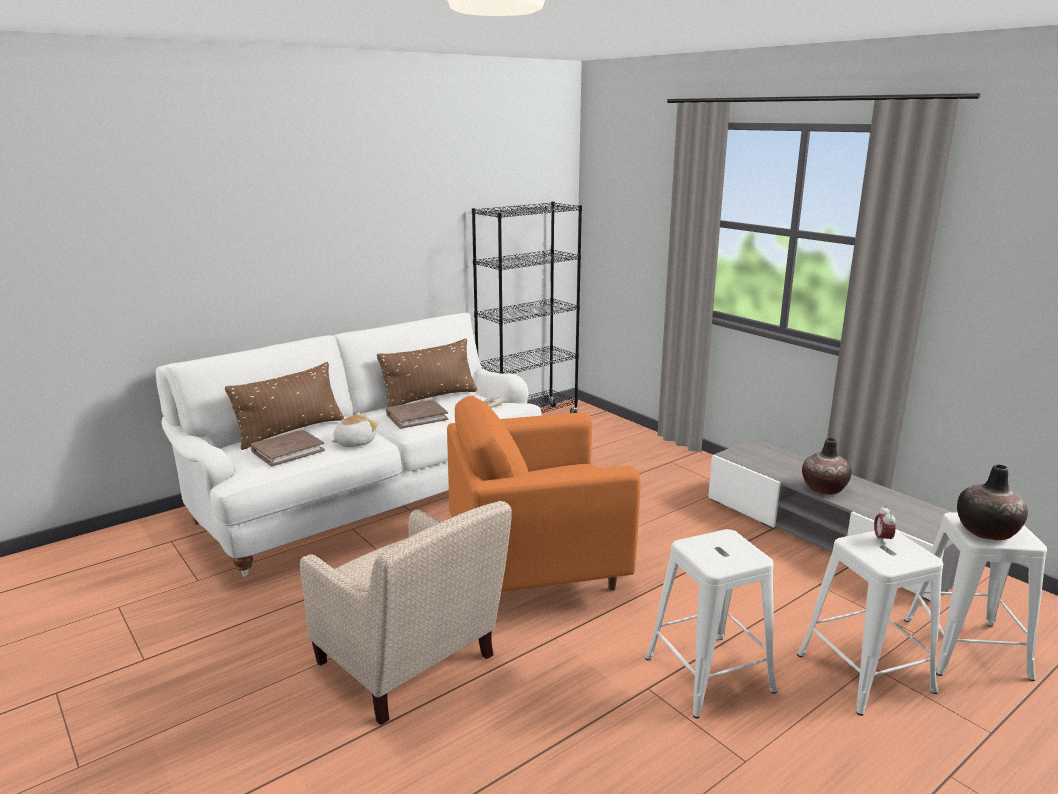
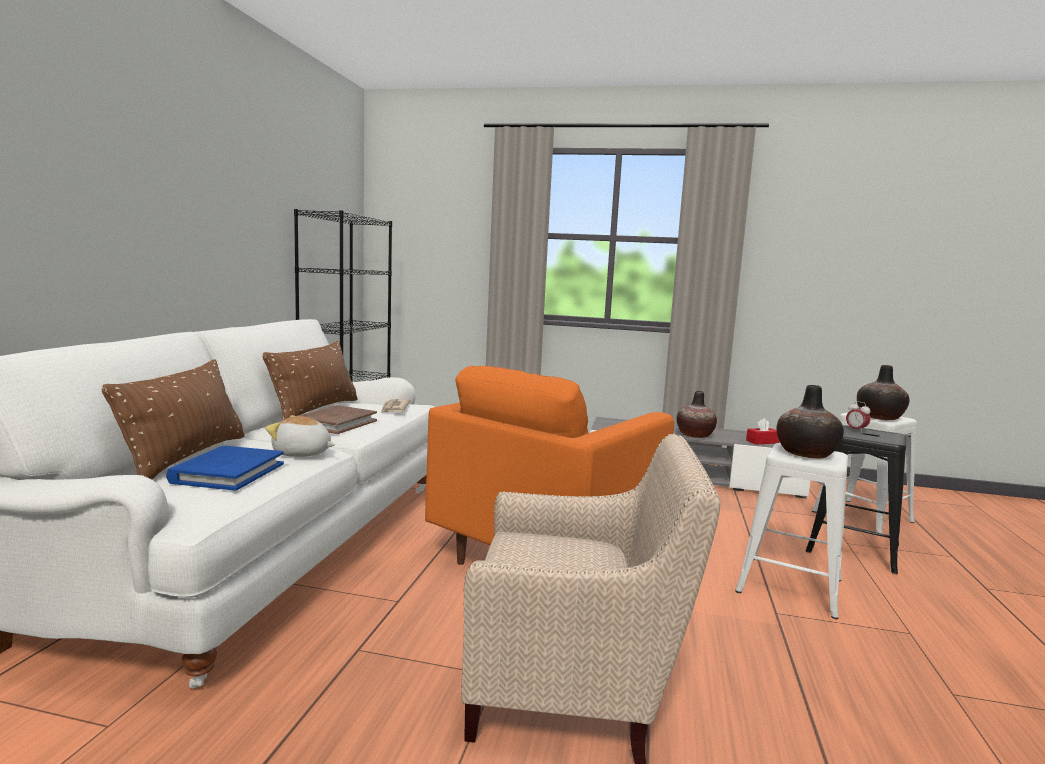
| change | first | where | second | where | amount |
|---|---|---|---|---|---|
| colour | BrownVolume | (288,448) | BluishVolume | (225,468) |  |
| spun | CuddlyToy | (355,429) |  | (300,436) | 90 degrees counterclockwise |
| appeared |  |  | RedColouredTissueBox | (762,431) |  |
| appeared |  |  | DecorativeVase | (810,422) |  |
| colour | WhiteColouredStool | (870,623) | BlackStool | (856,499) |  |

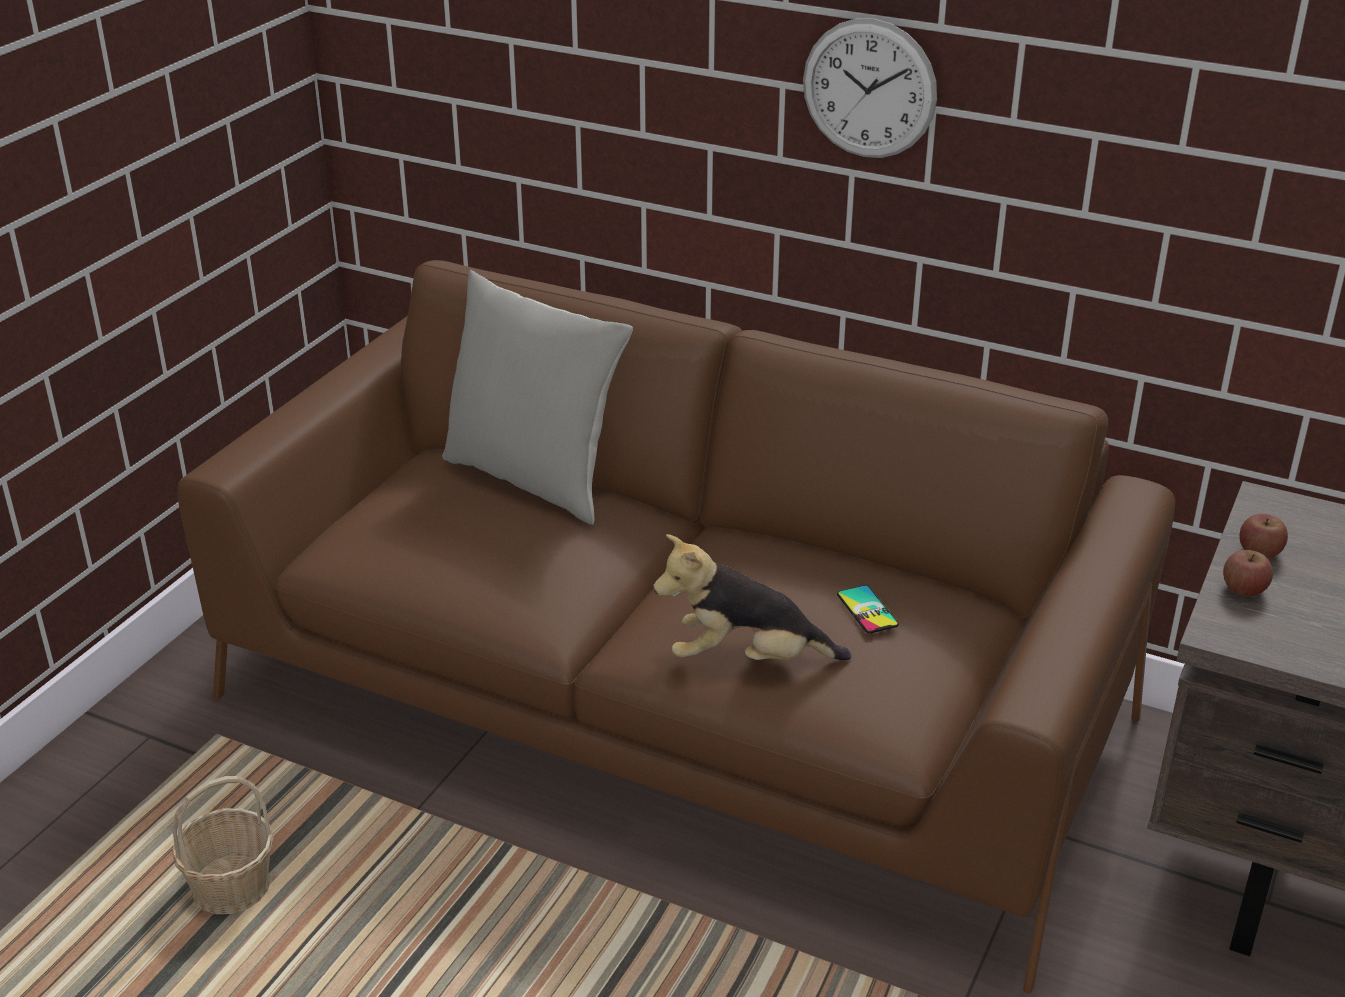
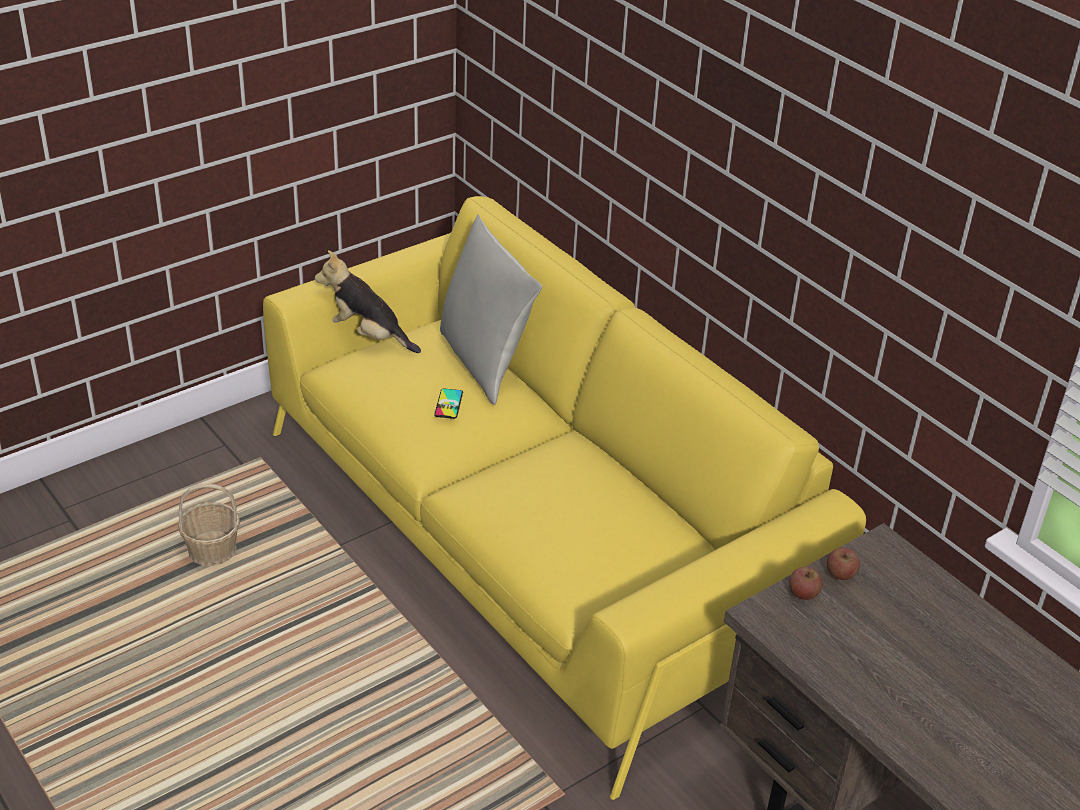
| change | first | where | second | where | amount |
|---|---|---|---|---|---|
| colour | BrownSofa | (676,627) | YellowSofa | (564,498) |  |
| relocated | CuddlyToy | (752,597) |  | (368,301) |  |
| relocated | Telephone | (868,609) |  | (448,403) |  |
| missing | WallClock | (870,88) |  |  |  |

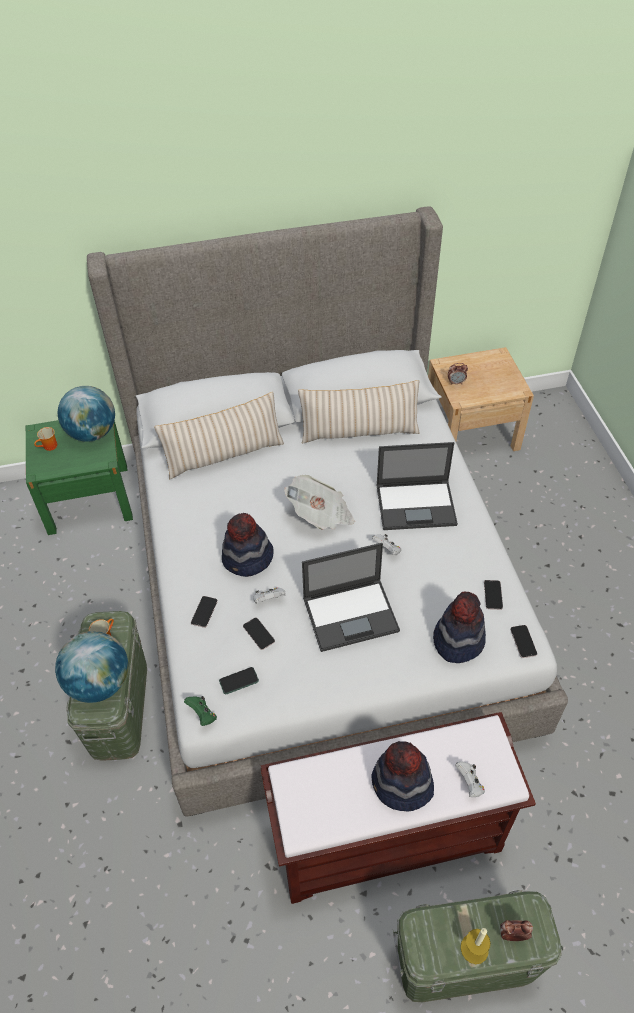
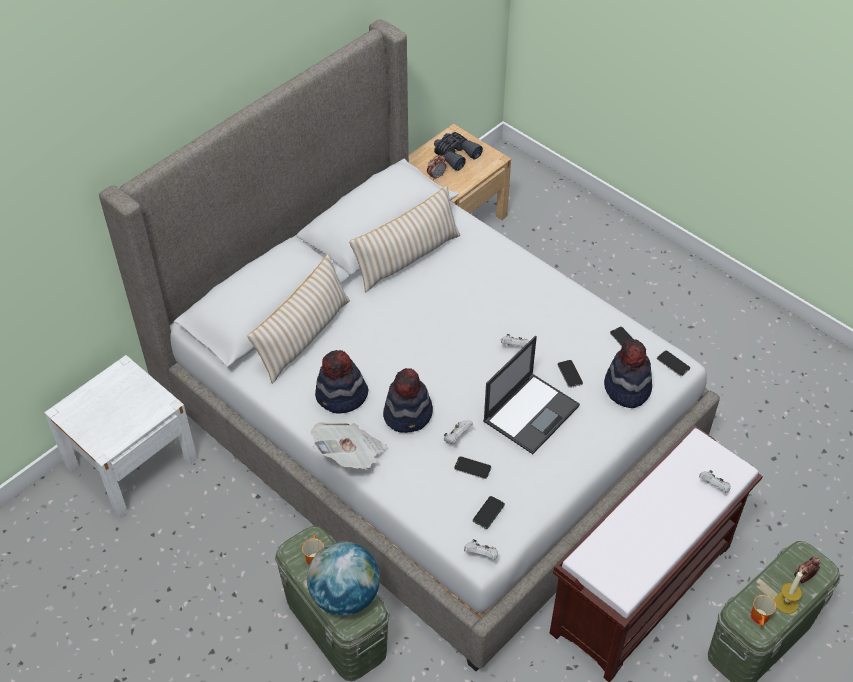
| change | first | where | second | where | amount |
|---|---|---|---|---|---|
| colour | GreenNightstand | (79,477) | WhiteColouredNightstand | (120,436) |  |
| relocated | DailyPaper | (319,502) |  | (349,446) |  |
| relocated | Hat | (402,776) |  | (341,382) |  |
| appeared |  |  | GrayPairOfBinoculars | (458,151) |  |
| colour | GreenGameController | (200,711) | WhiteColouredGameController | (481,549) |  |
| relocated | Telephone | (204,612) |  | (570,374) |  |
| relocated | TeaMug | (45,439) |  | (763,611) |  |
| missing | Globe | (86,414) |  |  |  |
| missing | Laptop | (417,486) |  |  |  |

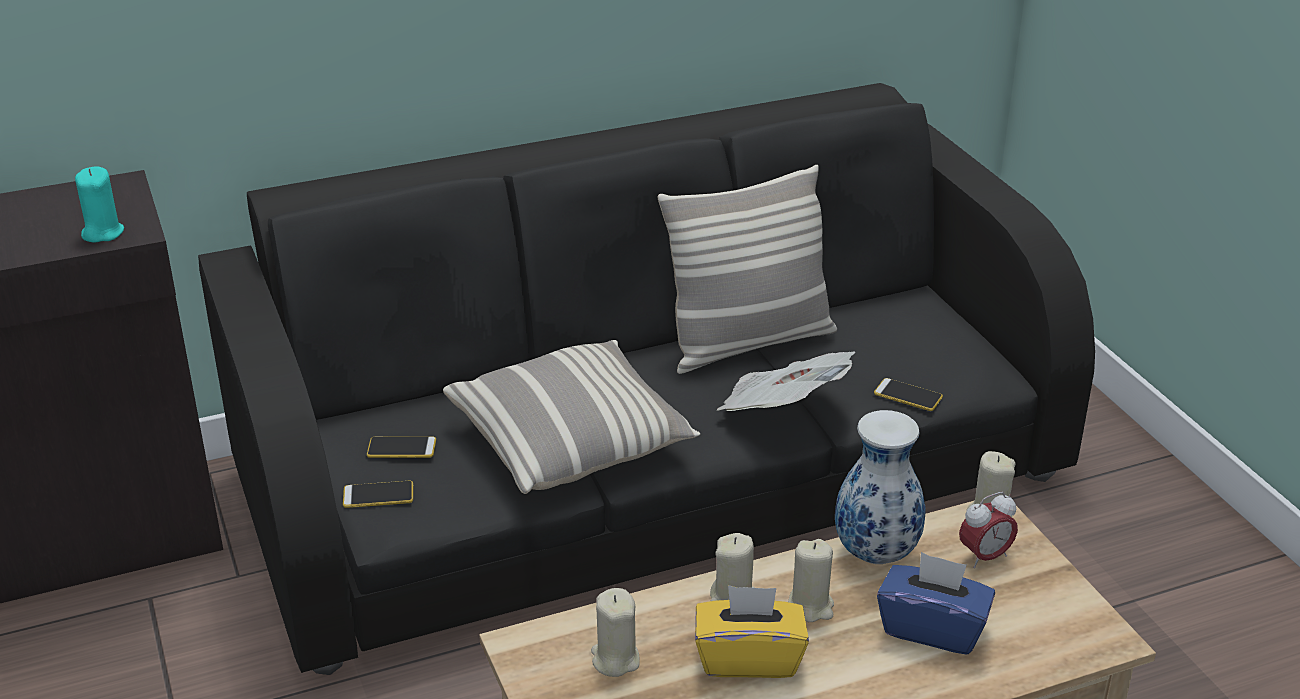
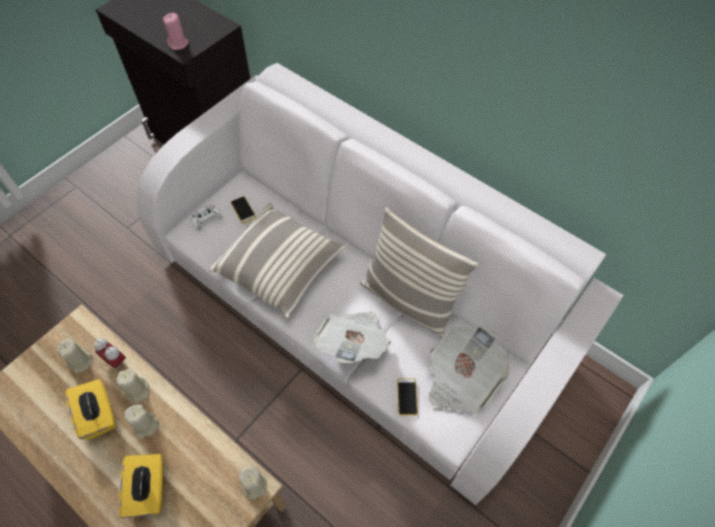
| change | first | where | second | where | amount |
|---|---|---|---|---|---|
| relocated | BedsideClock | (988,530) |  | (110,354) |  |
| colour | BluishTissueBox | (936,603) | YellowTissueBox | (141,486) |  |
| colour | BlackSofa | (646,379) | WhiteColouredSofa | (379,284) |  |
| colour | BlueGreenCandle | (99,204) | PinkishCandle | (176,31) |  |
| exchanged | Telephone | (378,494) | WhiteColouredGameController | (207,218) |  |
| appeared |  |  | DailyPaper | (468,370) |  |
| missing | DecorativeVase | (880,487) |  |  |  |

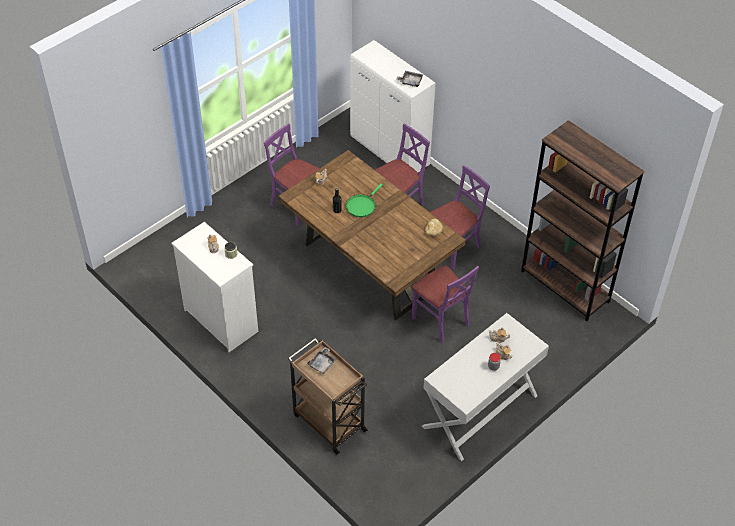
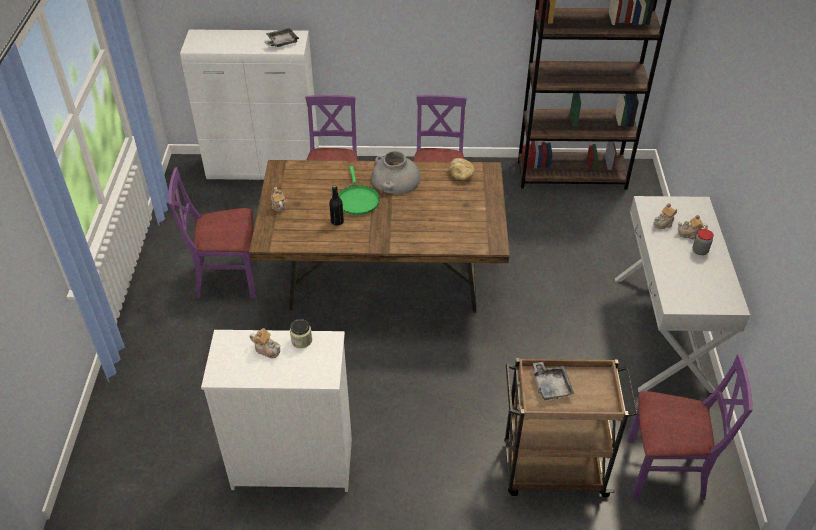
| change | first | where | second | where | amount |
|---|---|---|---|---|---|
| appeared |  |  | GrayDecorativeVase | (396,172) |  |
| relocated | PurplishPlainChair | (445,304) |  | (690,427) |  |

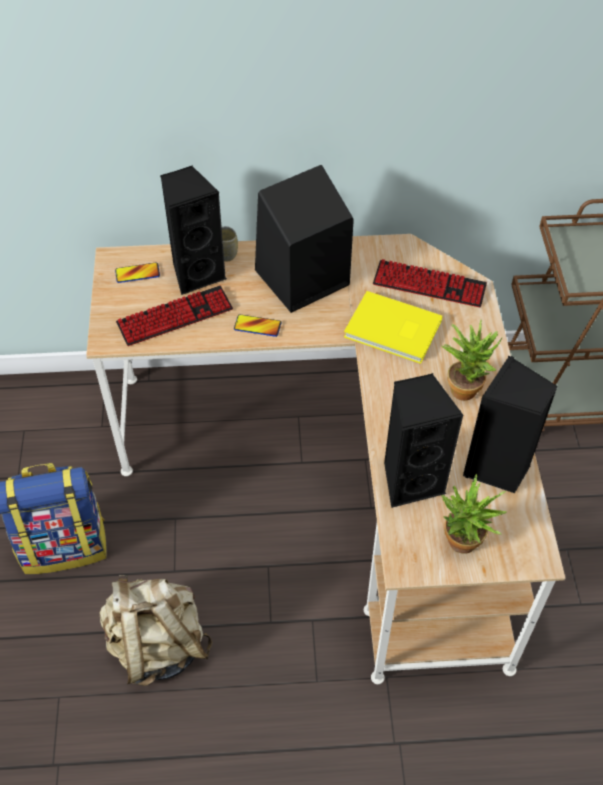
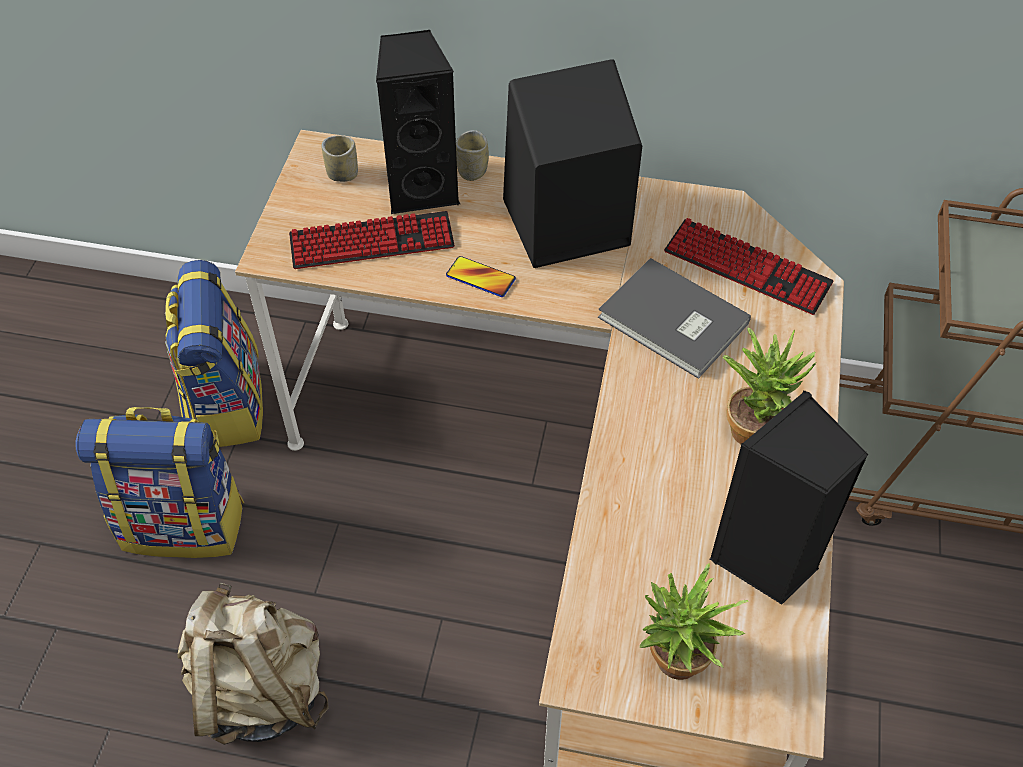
| change | first | where | second | where | amount |
|---|---|---|---|---|---|
| appeared |  |  | Knapsack | (214,353) |  |
| exchanged | Telephone | (137,273) | DrinkingCup | (340,159) |  |
| colour | YellowVolume | (393,327) | GrayVolume | (674,318) |  |
| missing | BlackSpeaker | (424,440) |  |  |  |

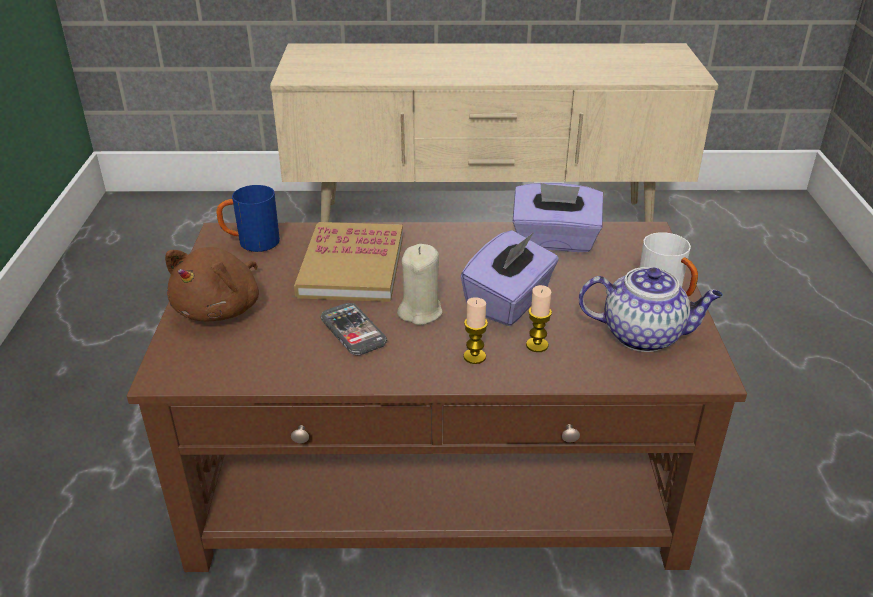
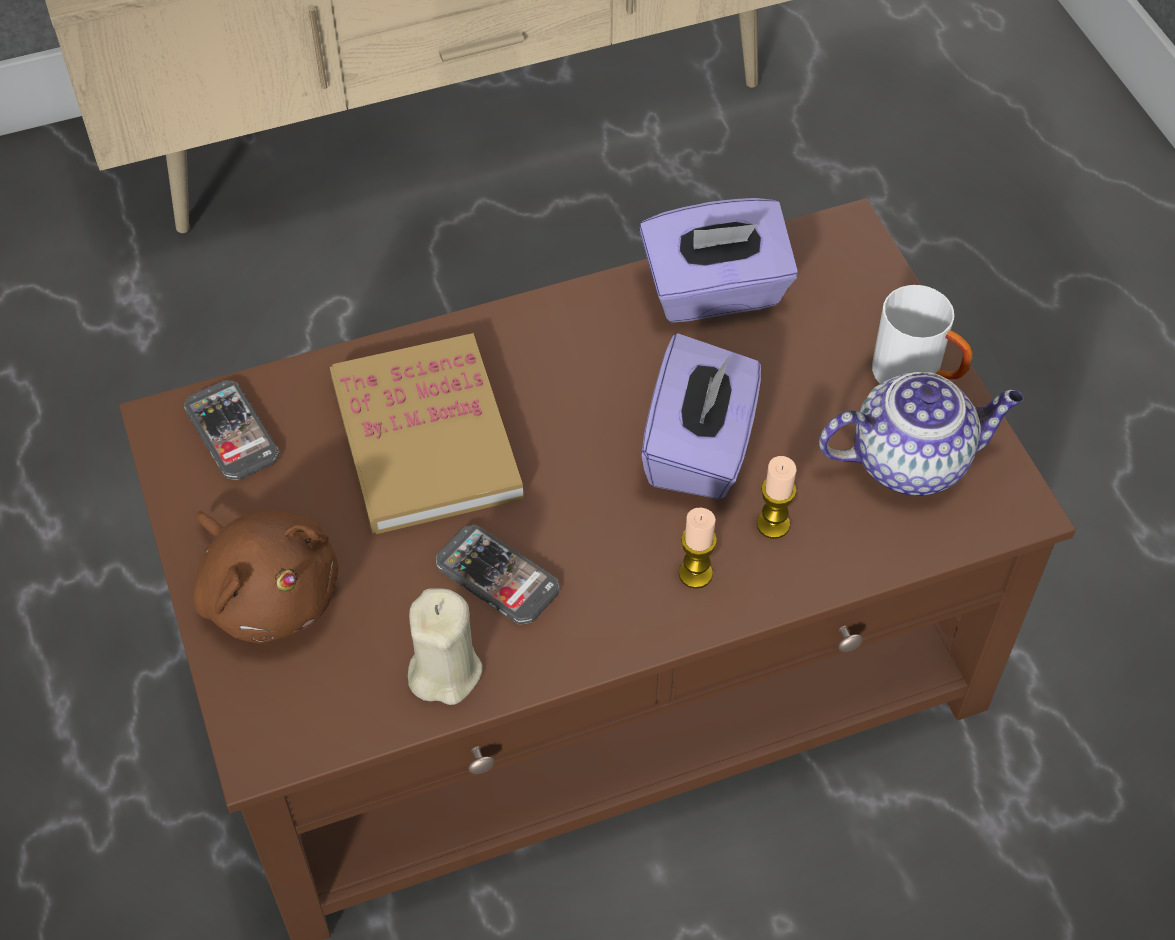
| change | first | where | second | where | amount |
|---|---|---|---|---|---|
| exchanged | BluishTeaMug | (248,218) | Telephone | (232,430) |  |
| spun | BrownCuddlyToy | (212,284) |  | (265,577) | 45 degrees counterclockwise |
| relocated | SandColouredCandle | (420,284) |  | (445,646) |  |

